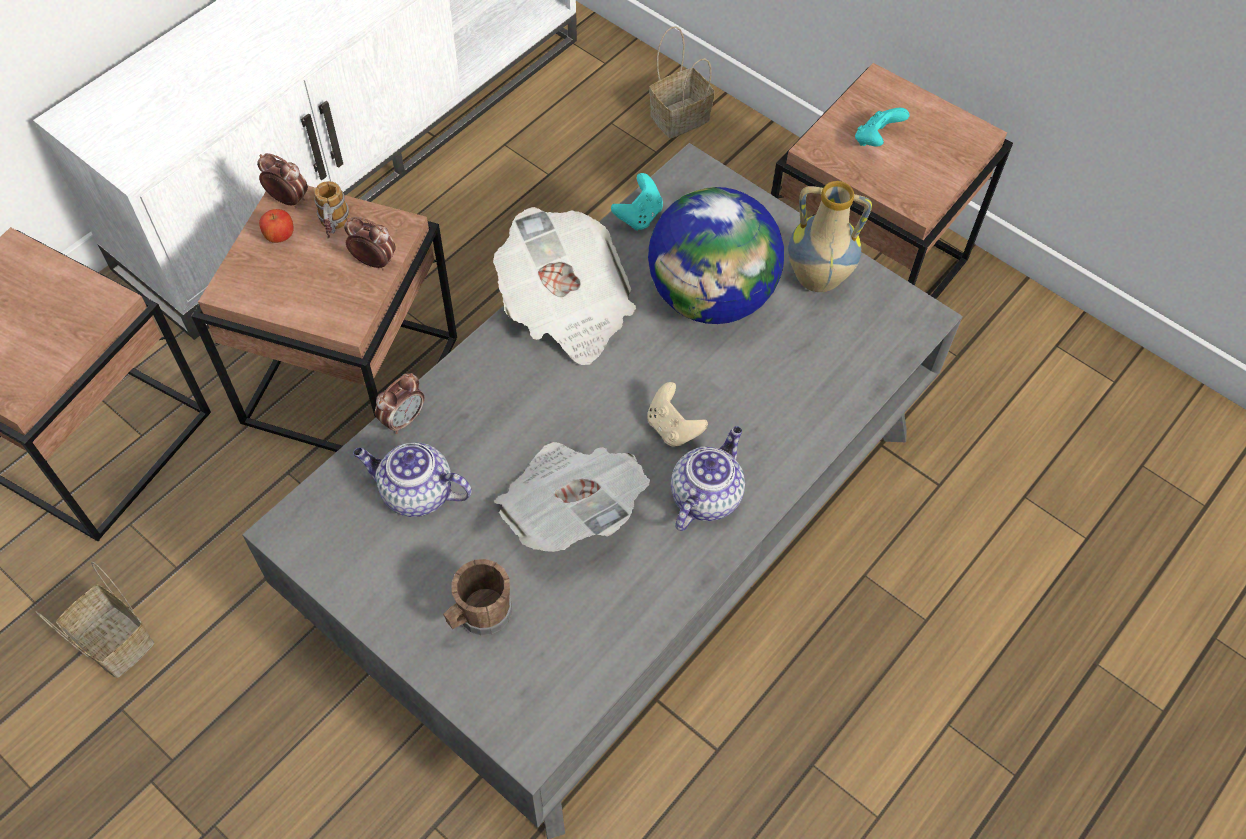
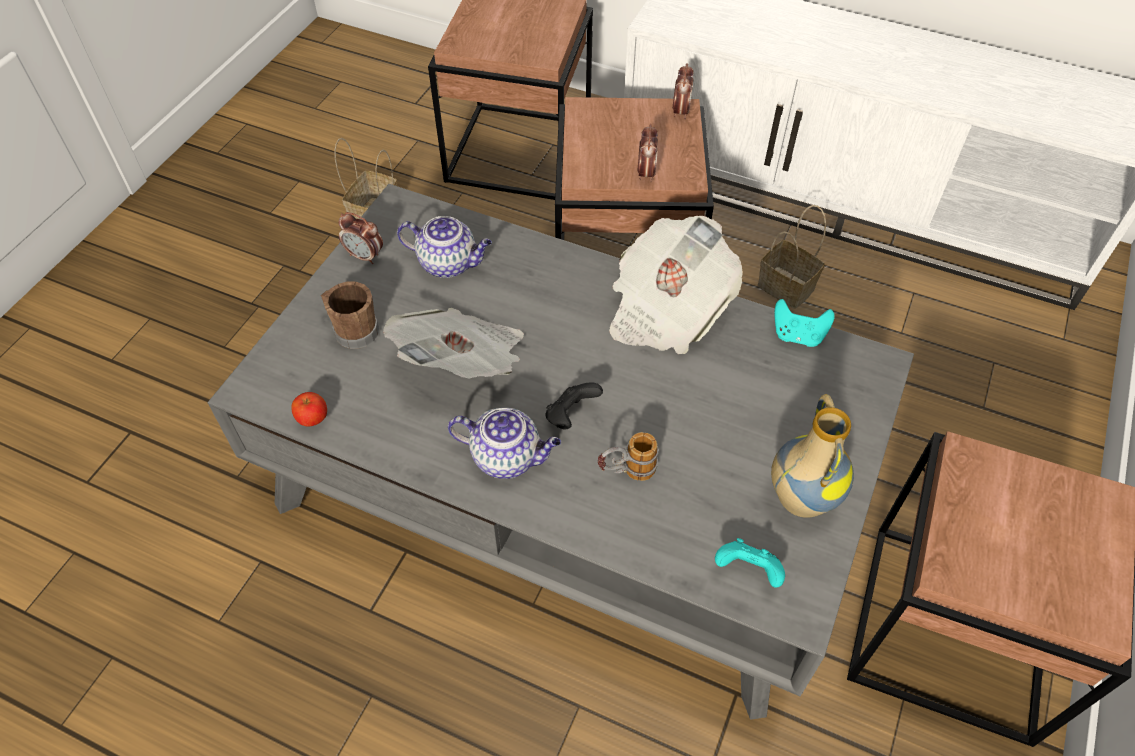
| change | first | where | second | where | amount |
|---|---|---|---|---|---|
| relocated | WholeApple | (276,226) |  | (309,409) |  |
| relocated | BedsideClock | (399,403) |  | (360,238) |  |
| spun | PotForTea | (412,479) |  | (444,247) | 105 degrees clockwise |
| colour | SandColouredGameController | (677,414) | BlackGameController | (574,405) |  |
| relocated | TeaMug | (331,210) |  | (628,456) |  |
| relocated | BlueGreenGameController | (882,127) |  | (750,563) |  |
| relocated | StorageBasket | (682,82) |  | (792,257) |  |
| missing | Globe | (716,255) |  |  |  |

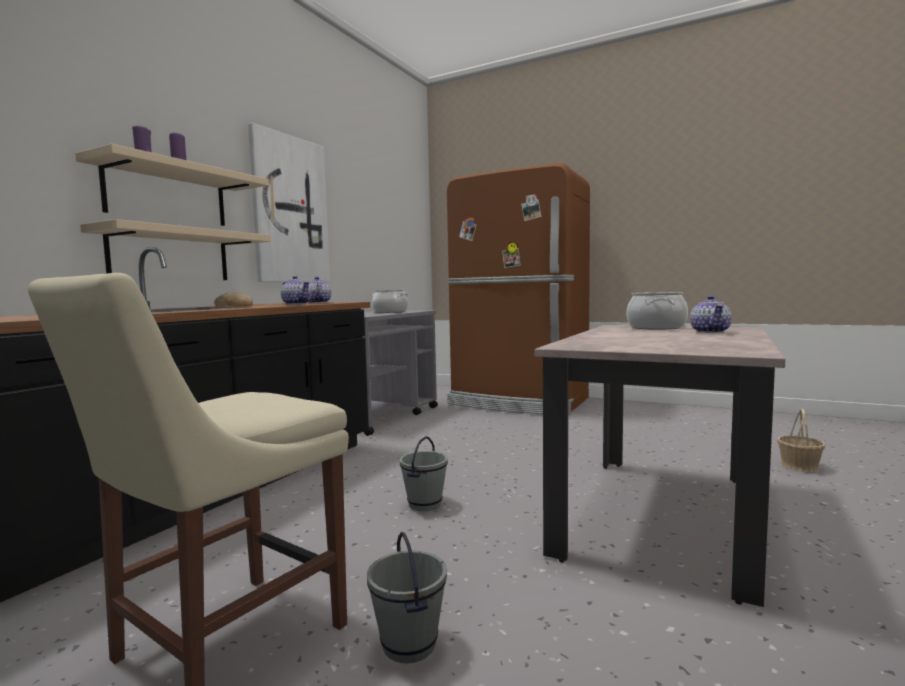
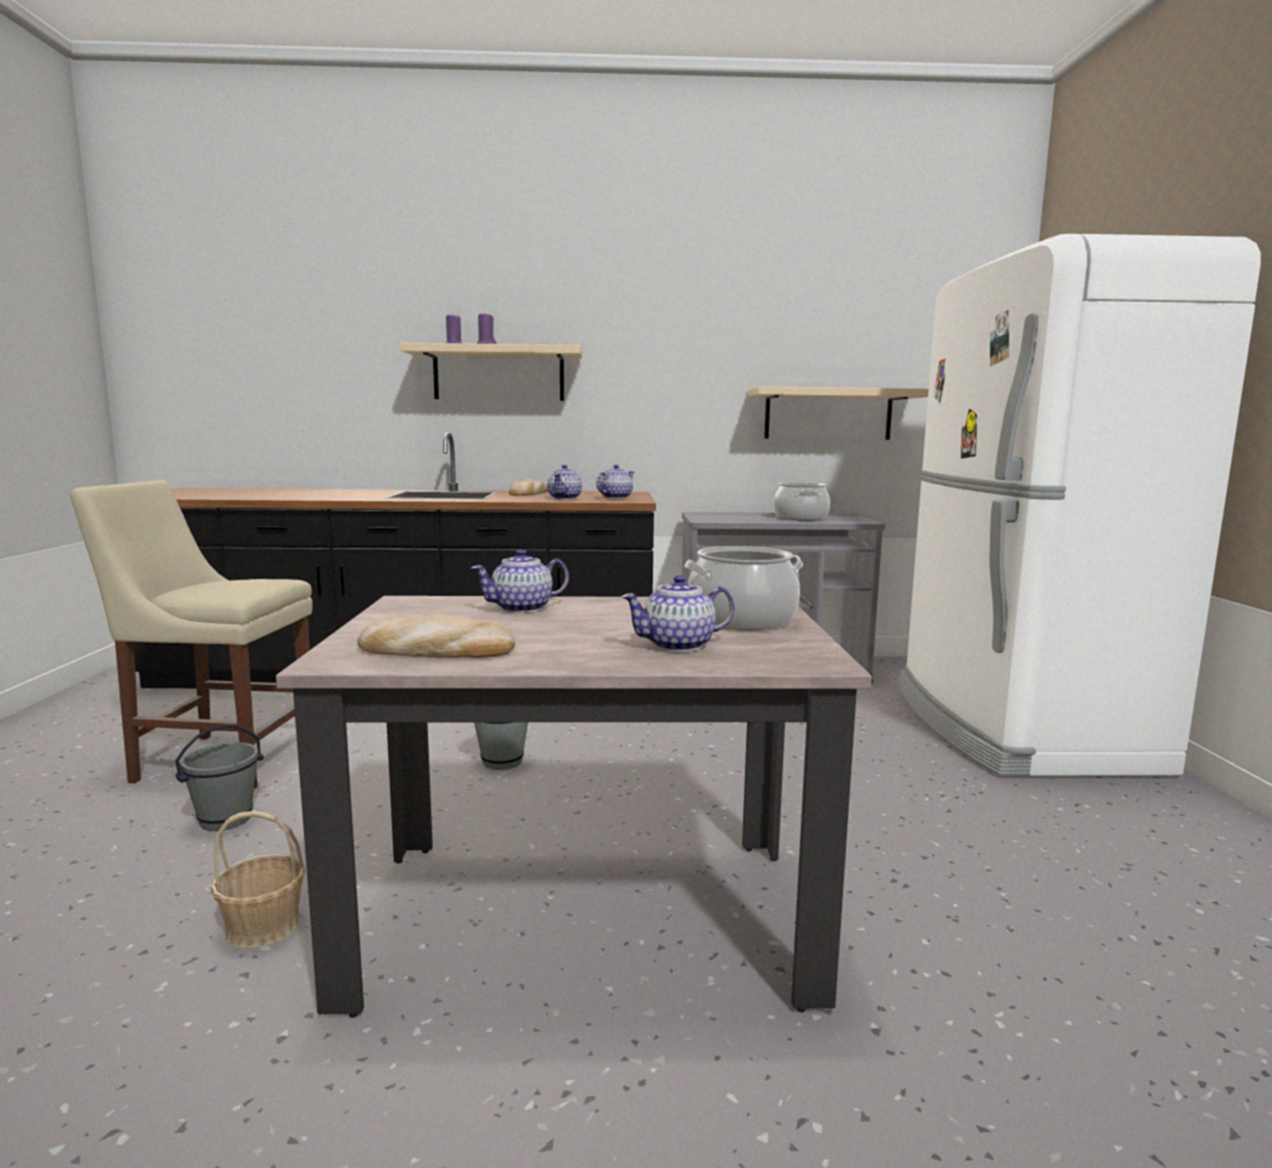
| change | first | where | second | where | amount |
|---|---|---|---|---|---|
| relocated | StorageBasket | (801,441) |  | (258,880) |  |
| appeared |  |  | Bread | (436,636) |  |
| appeared |  |  | PotForTea | (520,581) |  |
| relocated | SandColouredBracketShelf | (175,249) |  | (838,413) |  |
| colour | BrownKitchenFridge | (518,288) | WhiteColouredKitchenFridge | (1080,505) |  |
| missing | WallPicture | (289,202) |  |  |  |

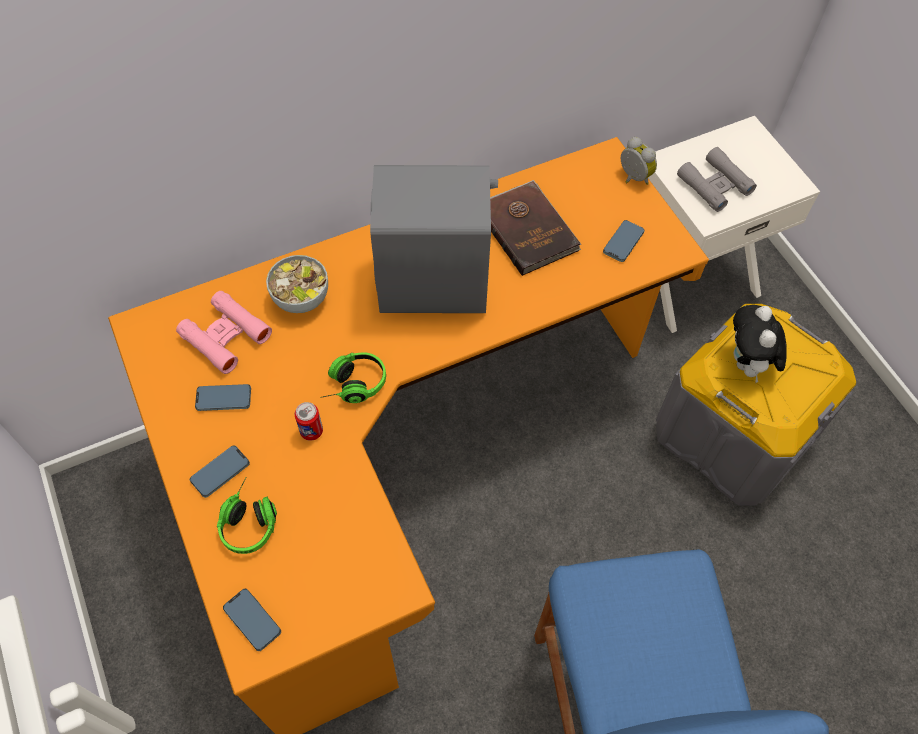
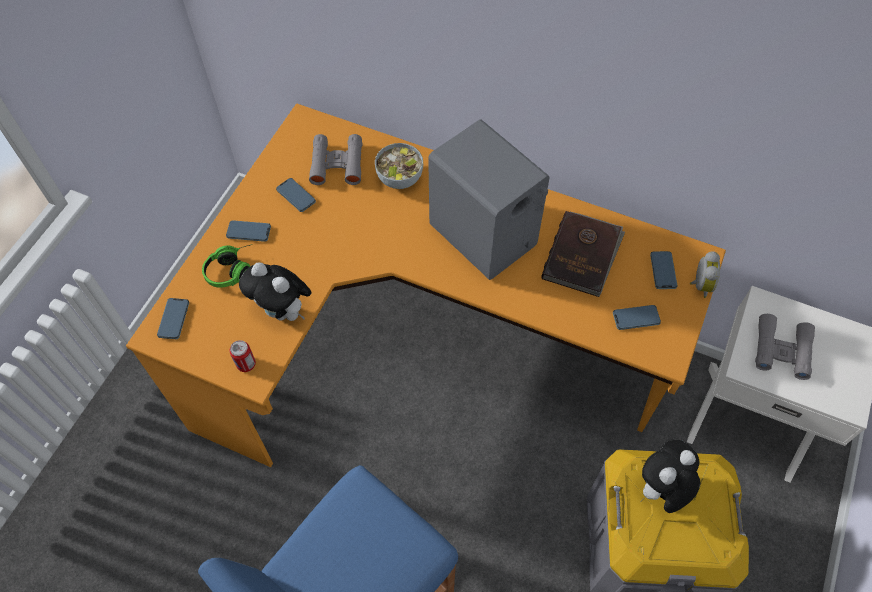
| change | first | where | second | where | amount |
|---|---|---|---|---|---|
| relocated | MetalCan | (309,421) |  | (242,356) |  |
| appeared |  |  | CuddlyToy | (275,291) |  |
| colour | PinkishPairOfBinoculars | (224,332) | GrayPairOfBinoculars | (336,159) |  |
| appeared |  |  | Telephone | (663,270) |  |
| missing | PairOfHeadphones | (353,377) |  |  |  |

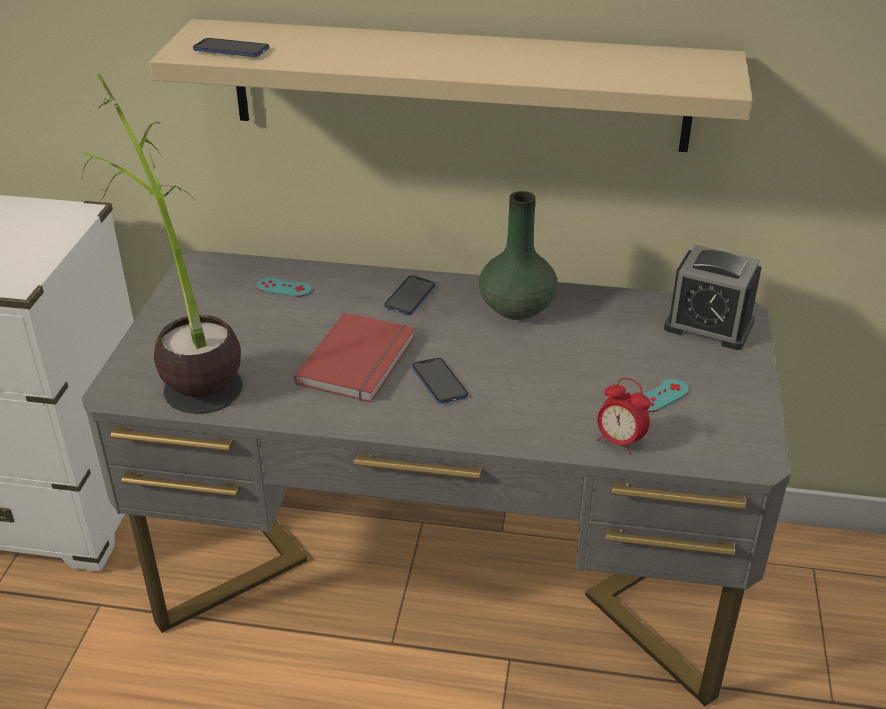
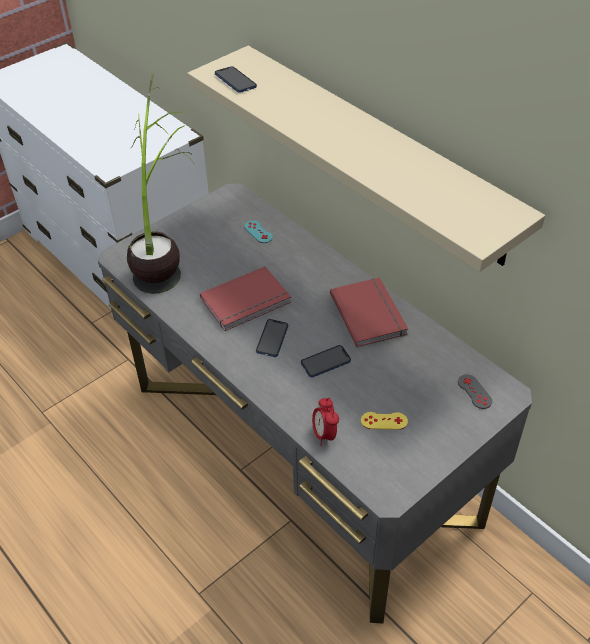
| change | first | where | second | where | amount |
|---|---|---|---|---|---|
| relocated | Telephone | (409,295) |  | (326,361) |  |
| exchanged | GreenDecorativeVase | (518,255) | RedColouredVolume | (369,312) |  |
| colour | BlueGreenGameController | (665,395) | YellowGameController | (384,421) |  |
| exchanged | BedsideClock | (713,297) | GrayGameController | (475,391) |  |

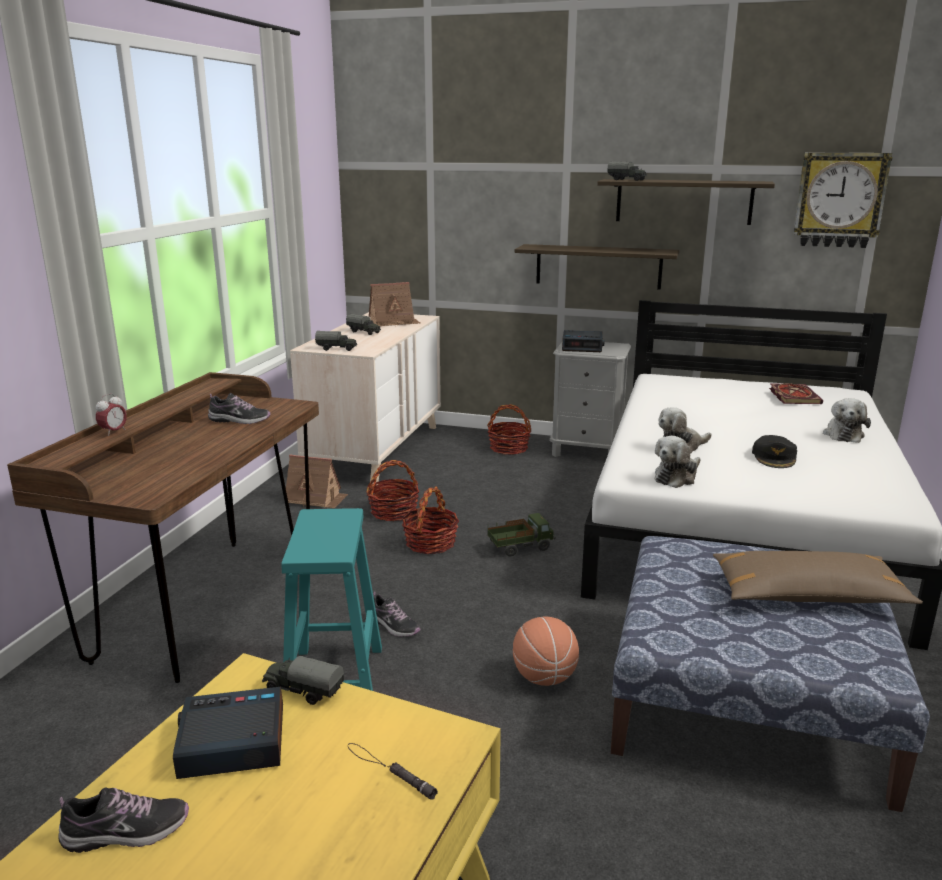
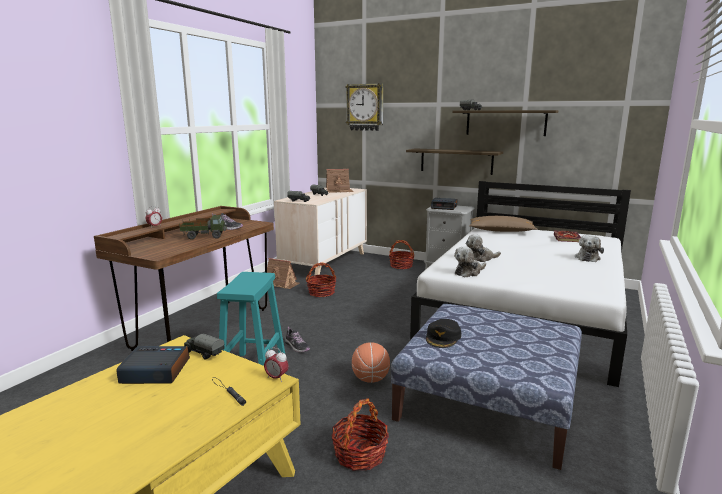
| change | first | where | second | where | amount |
|---|---|---|---|---|---|
| relocated | ToyLorry | (521,534) |  | (203,227) |  |
| appeared |  |  | BedsideClock | (276,364) |  |
| relocated | StorageBasket | (430,520) |  | (360,434) |  |
| relocated | WallClock | (842,200) |  | (364,107) |  |
| relocated | BlackCap | (774,451) |  | (443,333) |  |
| relocated | BrownPillow | (818,577) |  | (503,224) |  |
| missing | ItemOfFootwear | (123,820) |  |  |  |

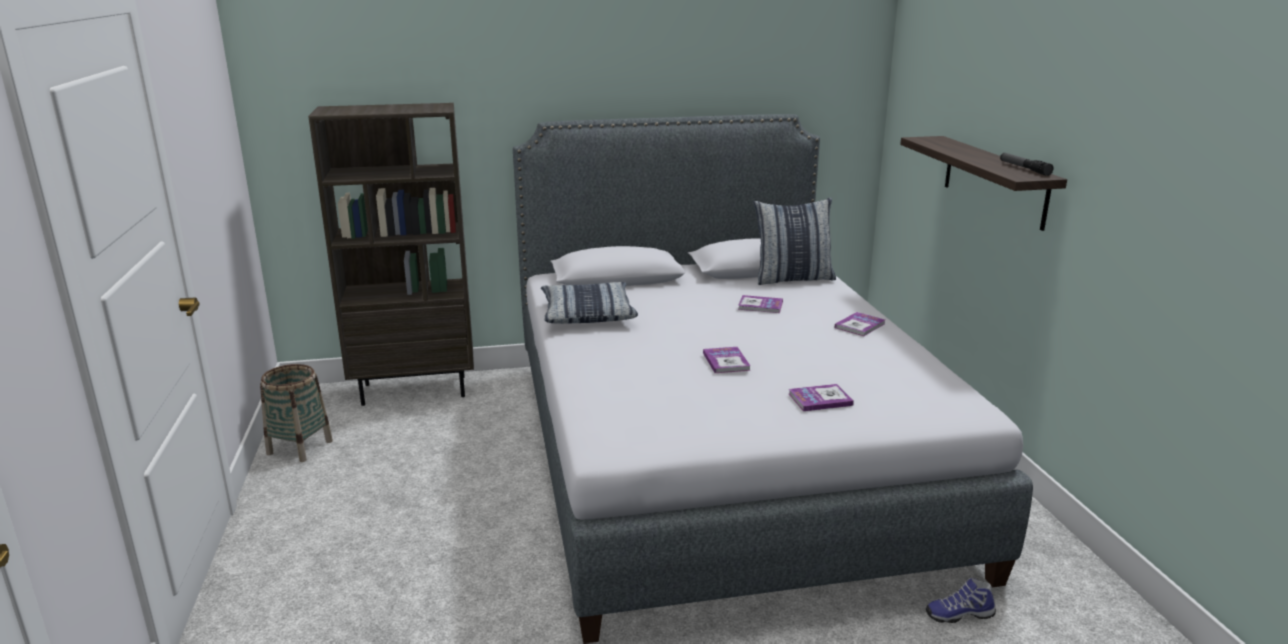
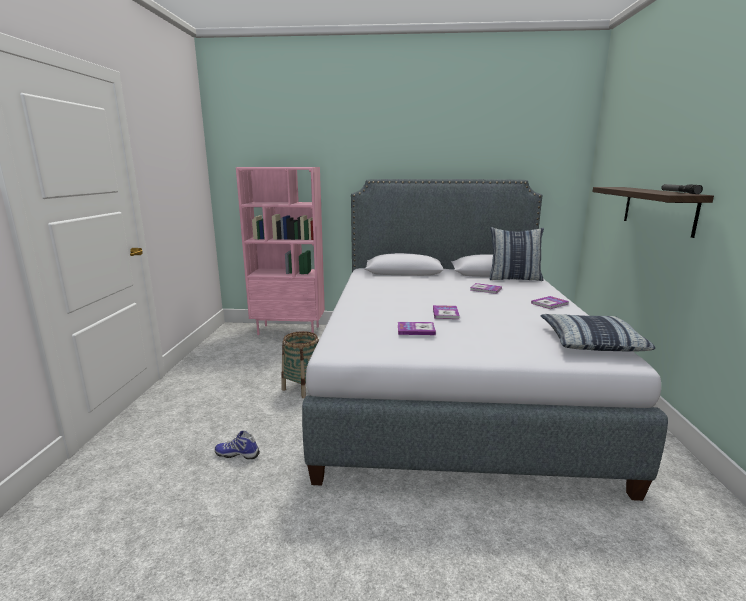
| change | first | where | second | where | amount |
|---|---|---|---|---|---|
| relocated | ItemOfFootwear | (961,600) |  | (237,445) |  |
| colour | BrownShelvingUnit | (391,254) | PinkishShelvingUnit | (280,251) |  |
| relocated | StorageBasket | (296,413) |  | (300,364) |  |
| relocated | Volume | (821,397) |  | (417,328) |  |
| relocated | Pillow | (589,303) |  | (597,333) |  |

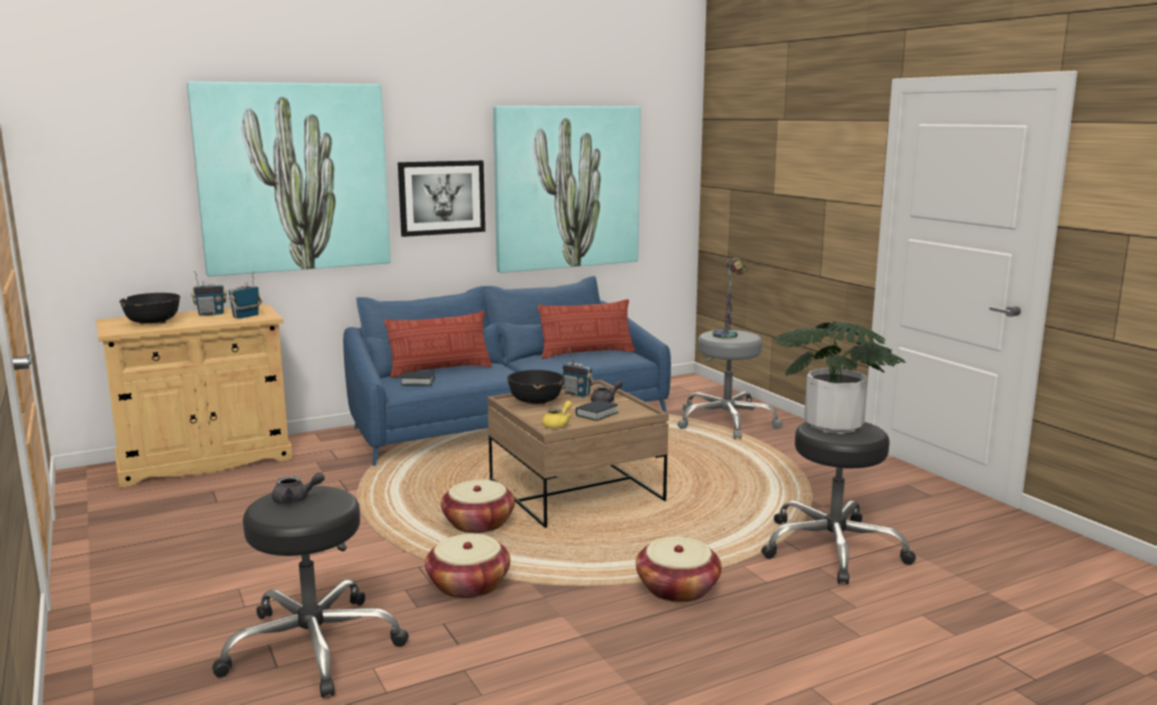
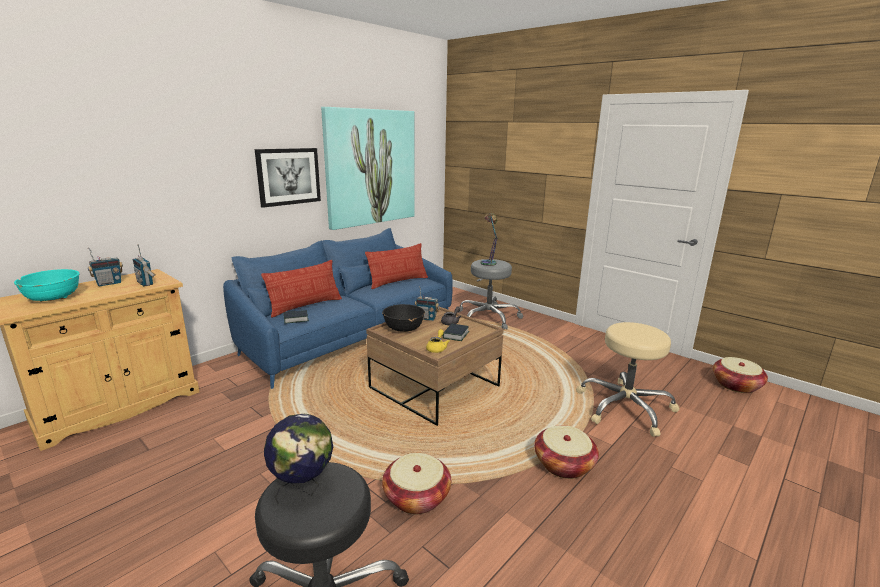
| change | first | where | second | where | amount |
|---|---|---|---|---|---|
| colour | BlackServingBowl | (149,308) | BlueGreenServingBowl | (47,285) |  |
| spun | RadioReceiver | (245,295) |  | (144,265) | 60 degrees counterclockwise |
| exchanged | GrayPotForTea | (298,487) | Globe | (298,459) |  |
| colour | BlackStool | (838,502) | SandColouredStool | (628,379) |  |
| relocated | StorageBasket | (478,506) |  | (740,375) |  |
| missing | WallPicture | (288,178) |  |  |  |
| missing | PottedPlant | (840,378) |  |  |  |

